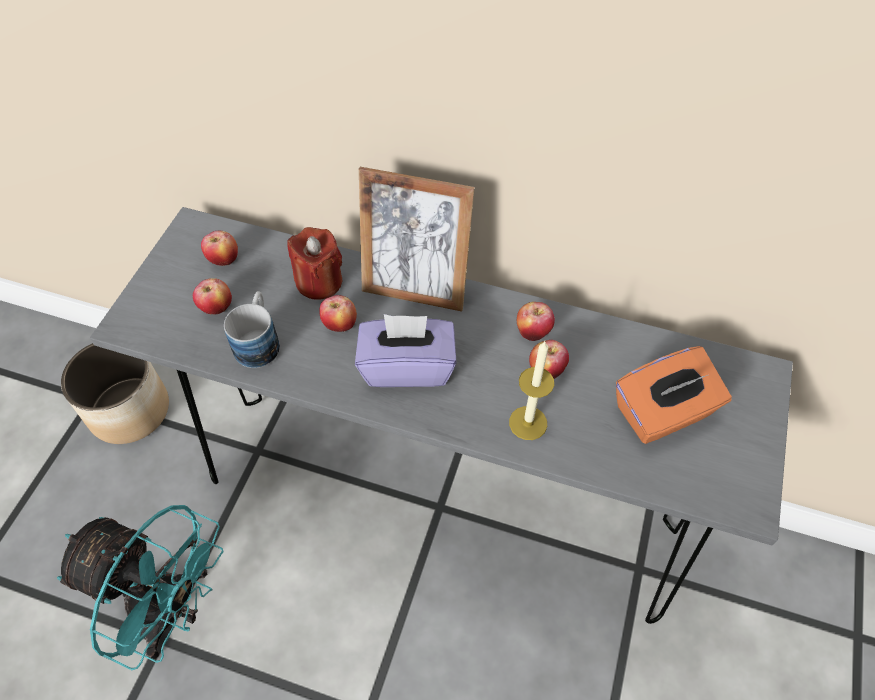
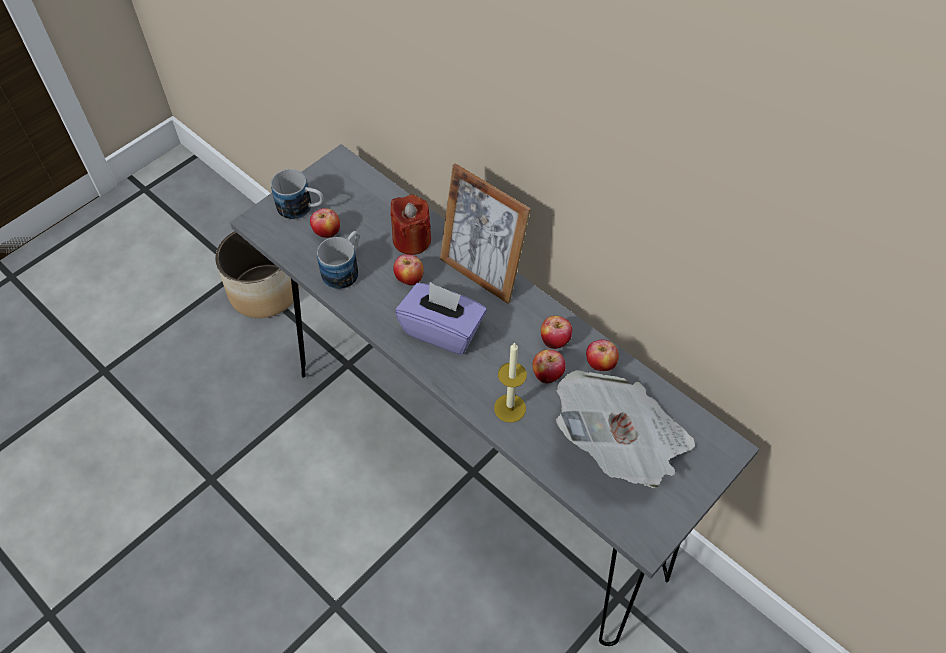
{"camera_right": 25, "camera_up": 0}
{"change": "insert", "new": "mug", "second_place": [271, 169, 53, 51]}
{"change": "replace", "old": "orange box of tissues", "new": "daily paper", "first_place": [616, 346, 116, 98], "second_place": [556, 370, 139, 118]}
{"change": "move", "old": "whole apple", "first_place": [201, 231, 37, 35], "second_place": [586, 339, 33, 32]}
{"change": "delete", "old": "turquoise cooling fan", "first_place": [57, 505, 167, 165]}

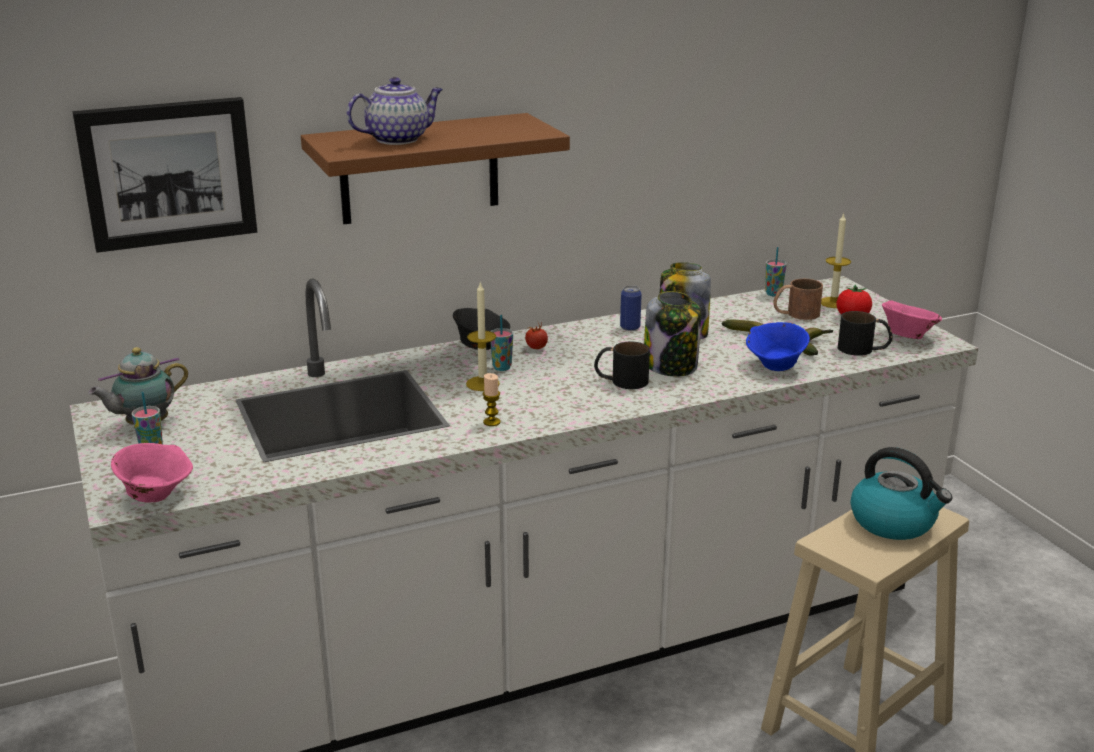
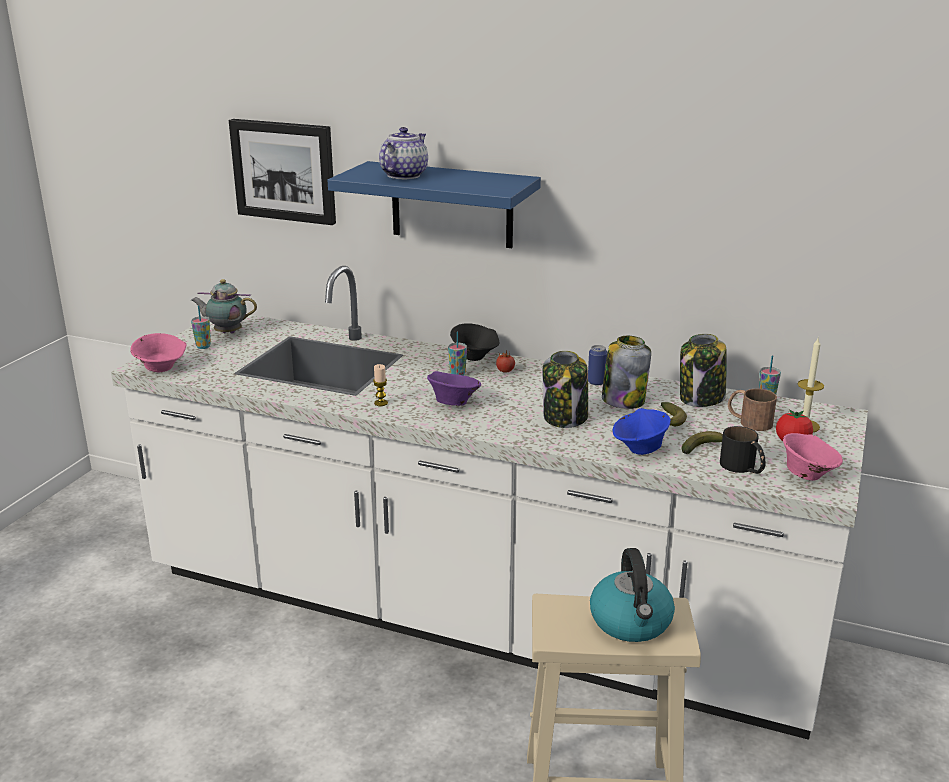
{"camera_right": 45, "camera_up": 0}
{"change": "recolor", "old": "brownish wall shelf", "new": "blue wall shelf", "first_place": [301, 113, 269, 111], "second_place": [328, 161, 213, 87]}
{"change": "rotate", "old": "teapot", "first_place": [346, 77, 97, 68], "second_place": [379, 127, 49, 52], "degrees": -75}
{"change": "insert", "new": "purple serving bowl", "second_place": [427, 371, 54, 35]}
{"change": "insert", "new": "jar", "second_place": [680, 334, 47, 73]}
{"change": "delete", "old": "wax light", "first_place": [466, 281, 34, 110]}
{"change": "delete", "old": "blackish mug", "first_place": [594, 341, 56, 48]}

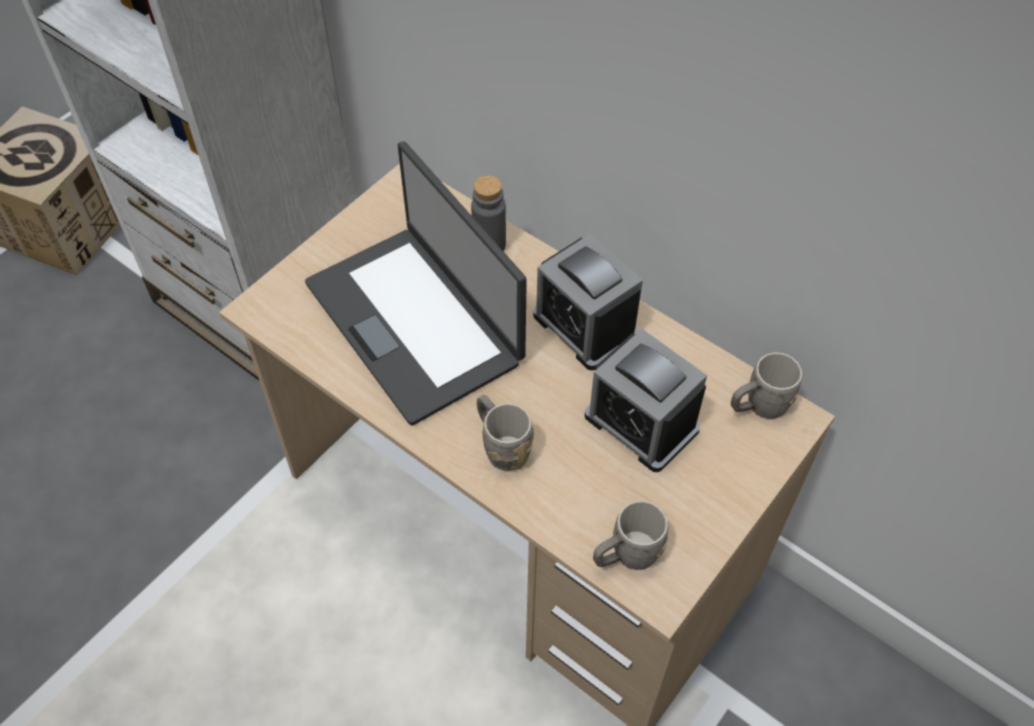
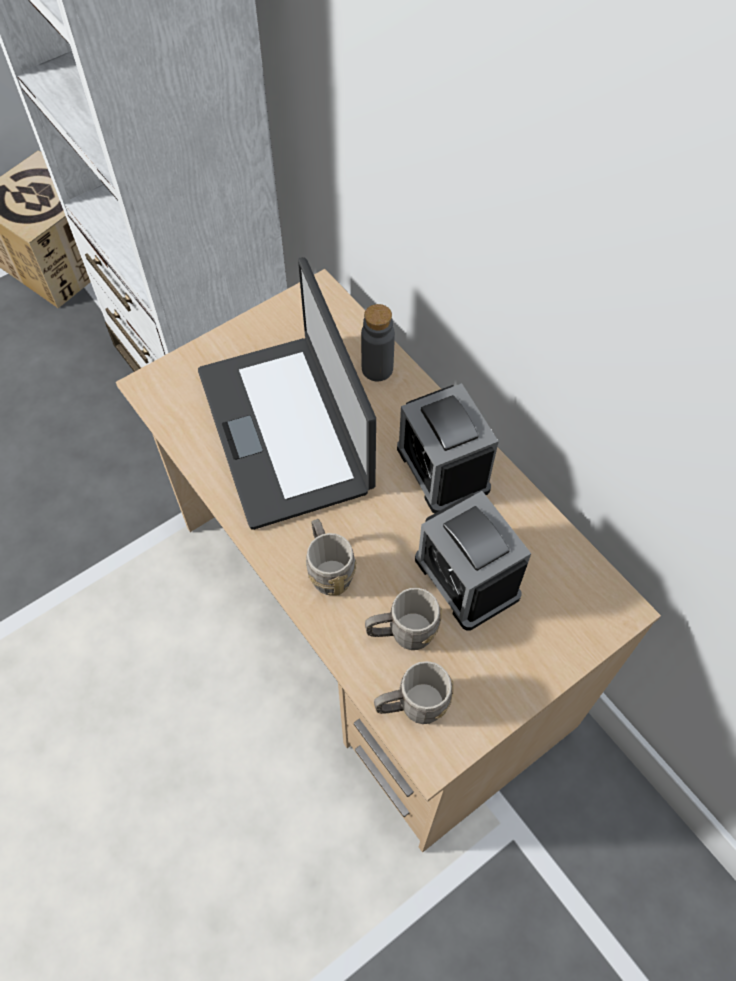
{"camera_right": 15, "camera_up": 5}
{"change": "move", "old": "grey mug", "first_place": [731, 353, 71, 66], "second_place": [365, 588, 77, 62]}

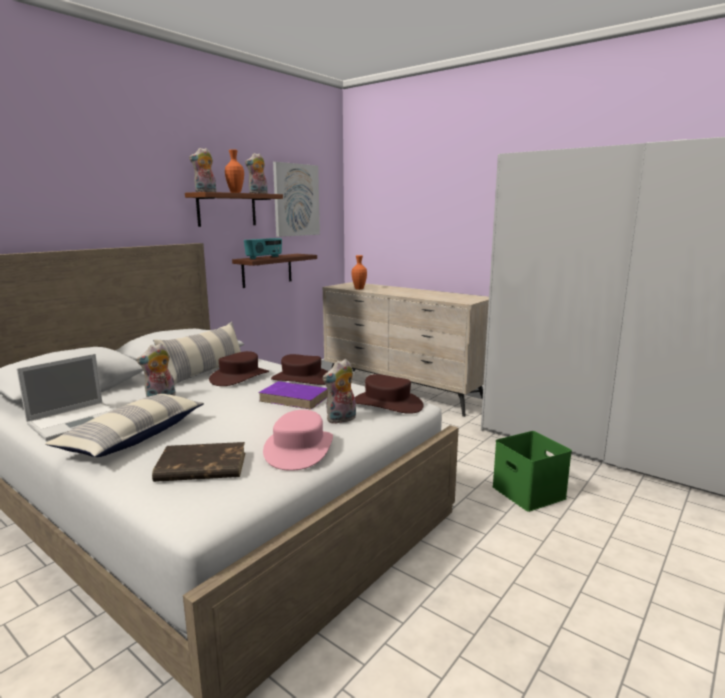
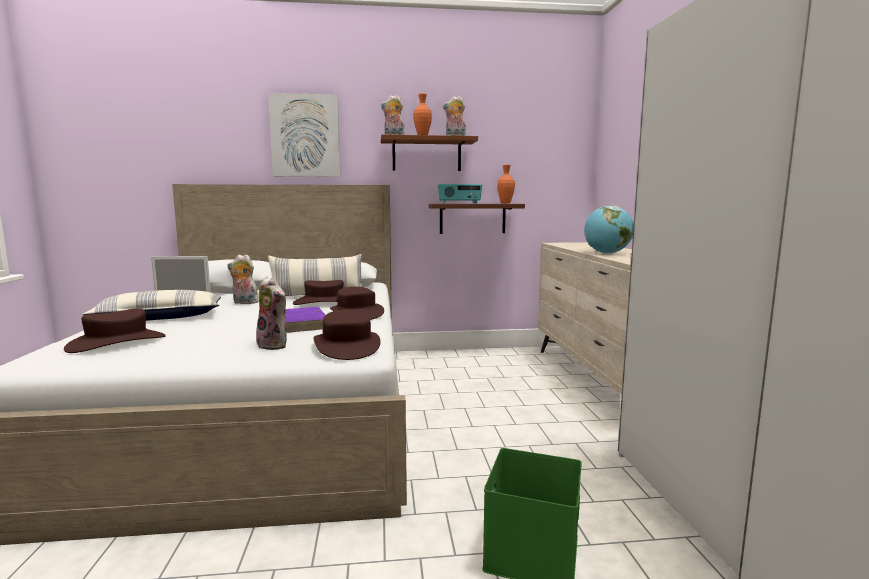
{"camera_right": 45, "camera_up": -5}
{"change": "replace", "old": "brownish bound book", "new": "brownish wearable hat", "first_place": [152, 442, 93, 40], "second_place": [64, 308, 102, 45]}
{"change": "rotate", "old": "soft toy", "first_place": [322, 359, 34, 65], "second_place": [256, 277, 31, 73], "degrees": -150}
{"change": "move", "old": "wall art", "first_place": [273, 162, 47, 75], "second_place": [268, 93, 73, 84]}
{"change": "move", "old": "orange decorative vase", "first_place": [351, 255, 16, 35], "second_place": [497, 165, 18, 39]}
{"change": "insert", "new": "world globe", "second_place": [584, 206, 50, 48]}
{"change": "delete", "old": "pink-coloured wearable hat", "first_place": [263, 410, 70, 61]}

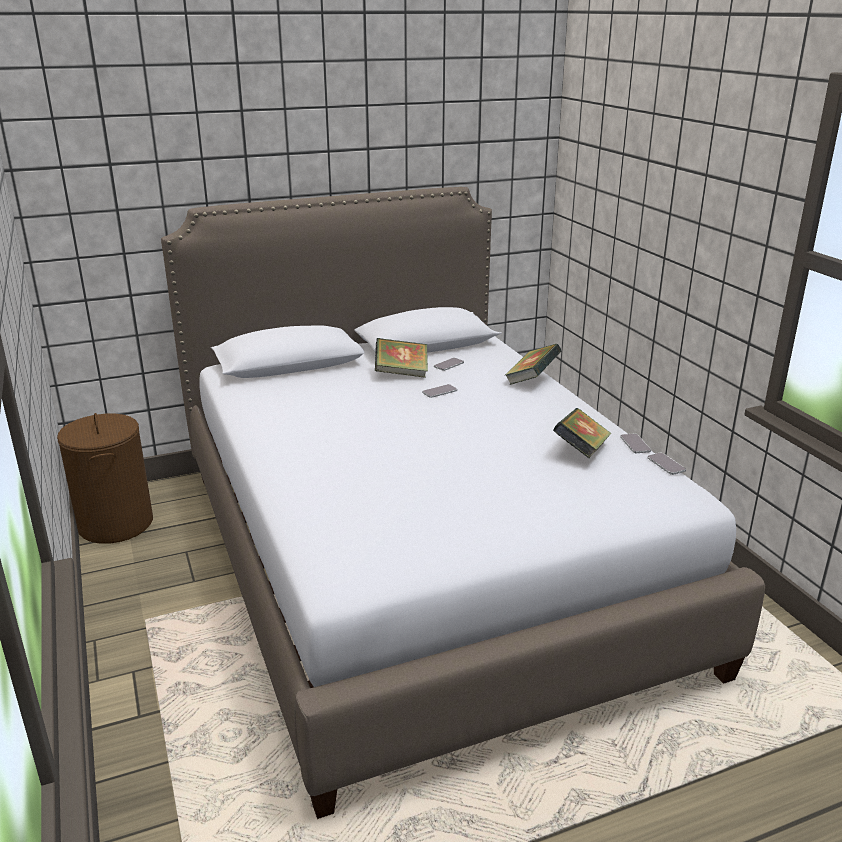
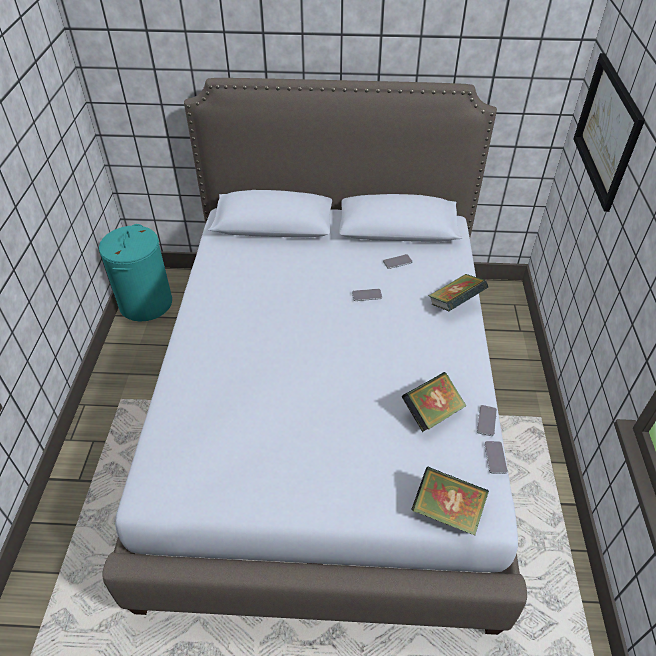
{"camera_right": 25, "camera_up": 20}
{"change": "recolor", "old": "brownish laundry basket", "new": "turquoise laundry basket", "first_place": [57, 413, 96, 131], "second_place": [99, 224, 73, 98]}
{"change": "move", "old": "bound book", "first_place": [375, 338, 53, 40], "second_place": [411, 466, 78, 69]}
{"change": "insert", "new": "wall art", "second_place": [573, 53, 72, 159]}

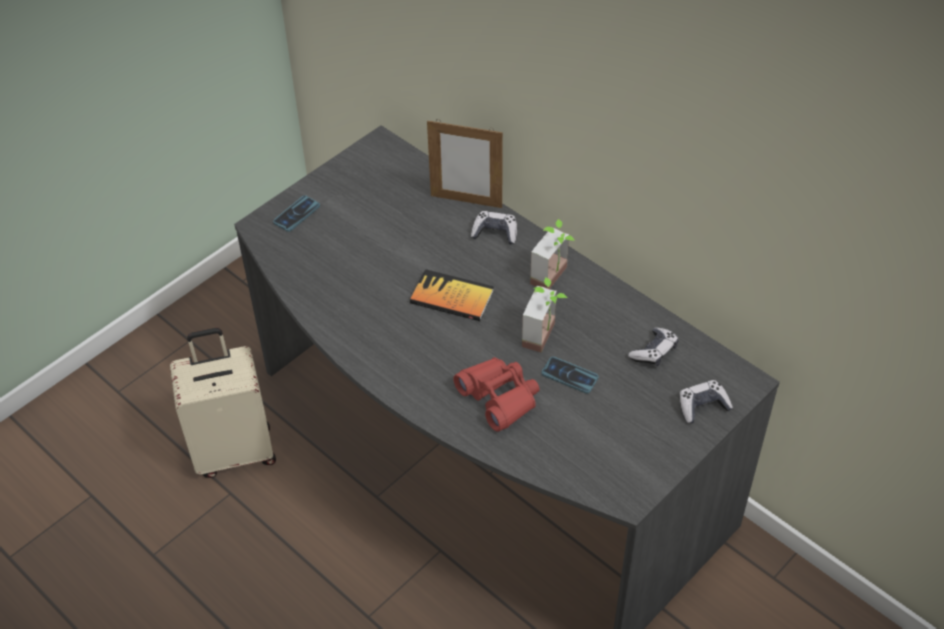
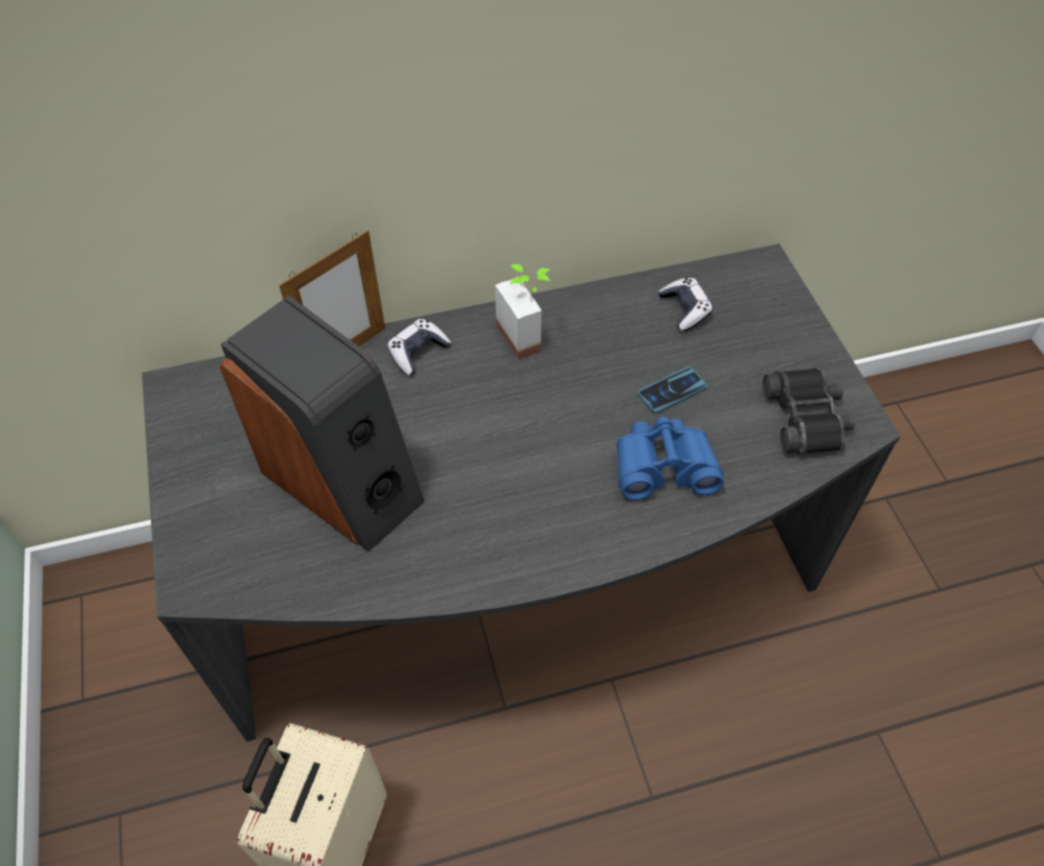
{"camera_right": -60, "camera_up": 5}
{"change": "insert", "new": "speaker", "second_place": [219, 296, 206, 256]}
{"change": "recolor", "old": "red-coloured pair of binoculars", "new": "blue pair of binoculars", "first_place": [453, 357, 86, 75], "second_place": [616, 417, 108, 83]}
{"change": "insert", "new": "blackish pair of binoculars", "second_place": [763, 368, 92, 87]}
{"change": "delete", "old": "handset", "first_place": [273, 195, 47, 37]}
{"change": "delete", "old": "bound book", "first_place": [410, 269, 84, 52]}
{"change": "delete", "old": "plant in a pot", "first_place": [522, 277, 45, 75]}
{"change": "delete", "old": "game controller", "first_place": [679, 380, 54, 43]}

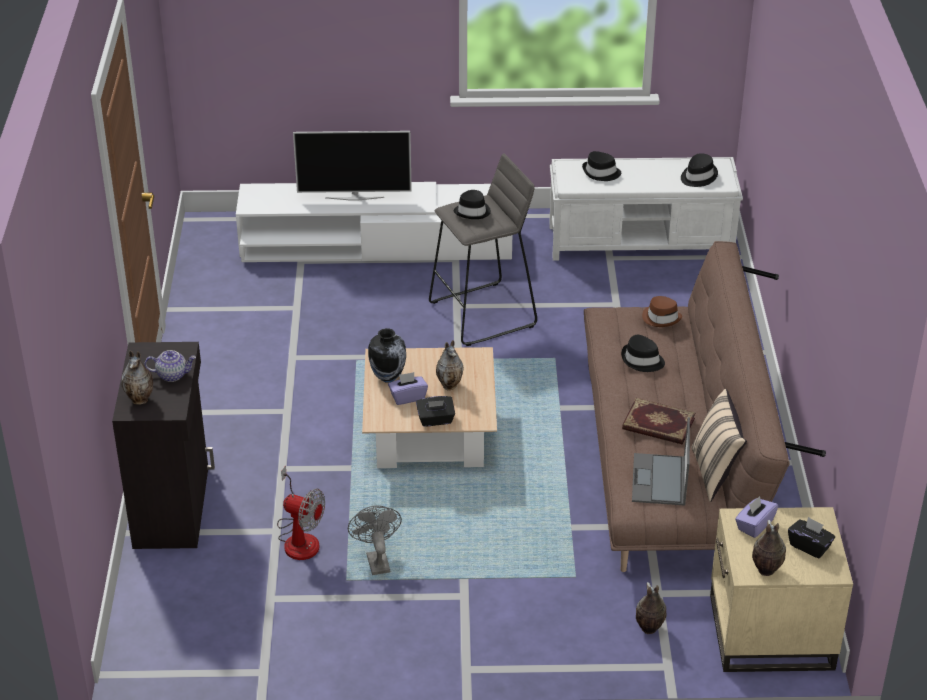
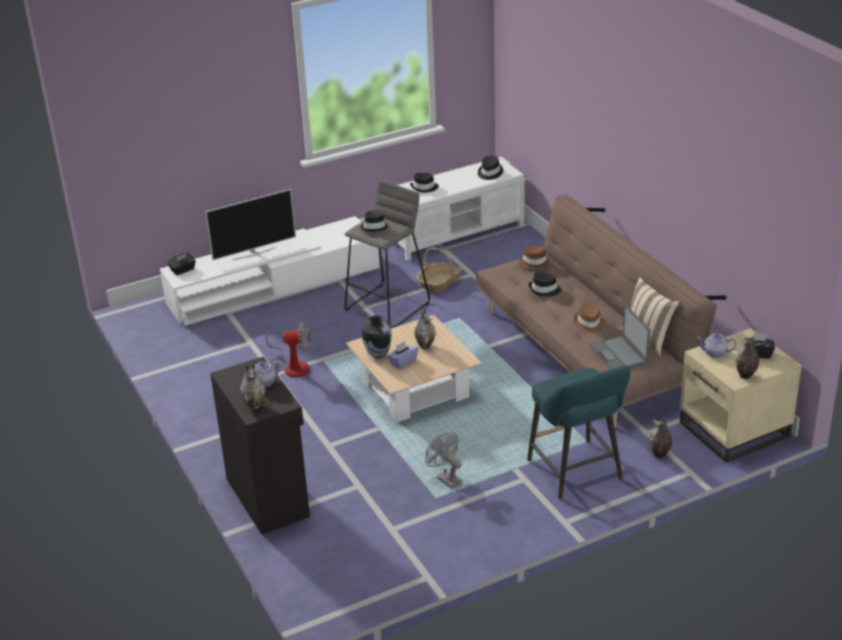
{"camera_right": -25, "camera_up": -5}
{"change": "move", "old": "blackish box of tissues", "first_place": [416, 396, 39, 31], "second_place": [167, 252, 29, 23]}
{"change": "move", "old": "cooling fan", "first_place": [277, 466, 48, 94], "second_place": [260, 321, 50, 56]}
{"change": "insert", "new": "storage basket", "second_place": [417, 248, 45, 45]}
{"change": "insert", "new": "turquoise sitting stool", "second_place": [527, 365, 103, 135]}
{"change": "replace", "old": "bound book", "new": "brownish wearable hat", "first_place": [622, 398, 74, 47], "second_place": [574, 302, 30, 31]}
{"change": "replace", "old": "purple box of tissues", "new": "teapot", "first_place": [735, 496, 43, 42], "second_place": [697, 333, 39, 25]}

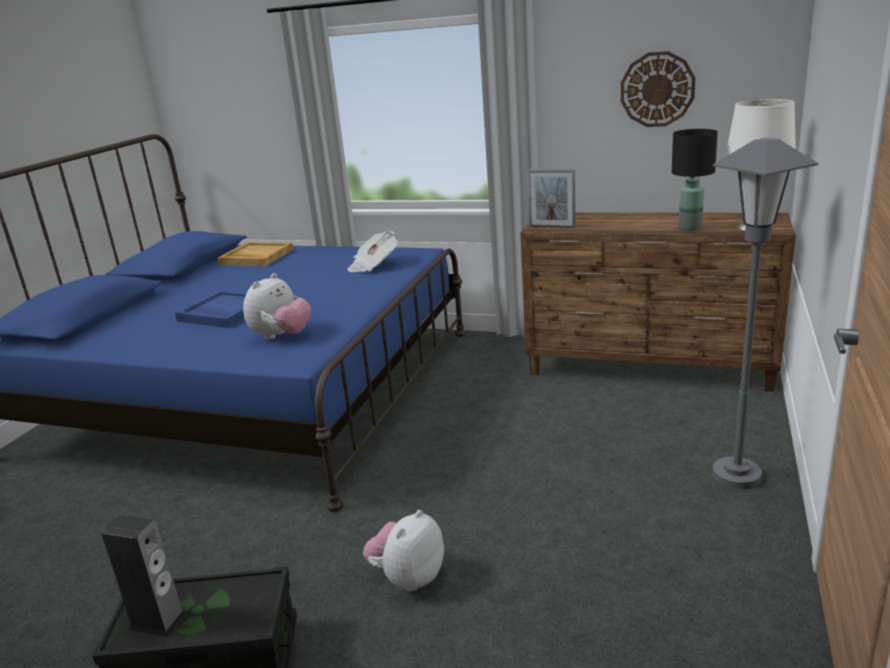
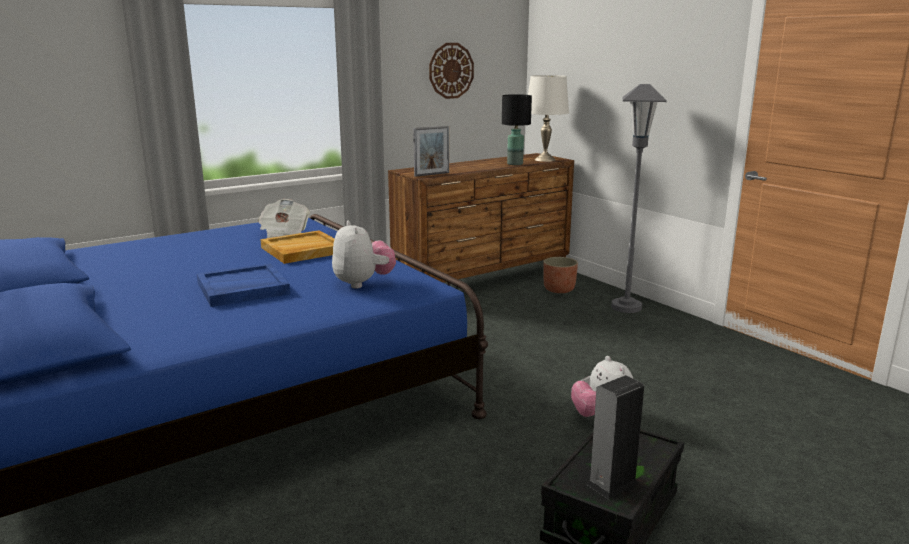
{"camera_right": -55, "camera_up": -5}
{"change": "move", "old": "beige tray", "first_place": [218, 242, 75, 25], "second_place": [260, 230, 75, 34]}
{"change": "insert", "new": "plant pot", "second_place": [543, 257, 35, 36]}

